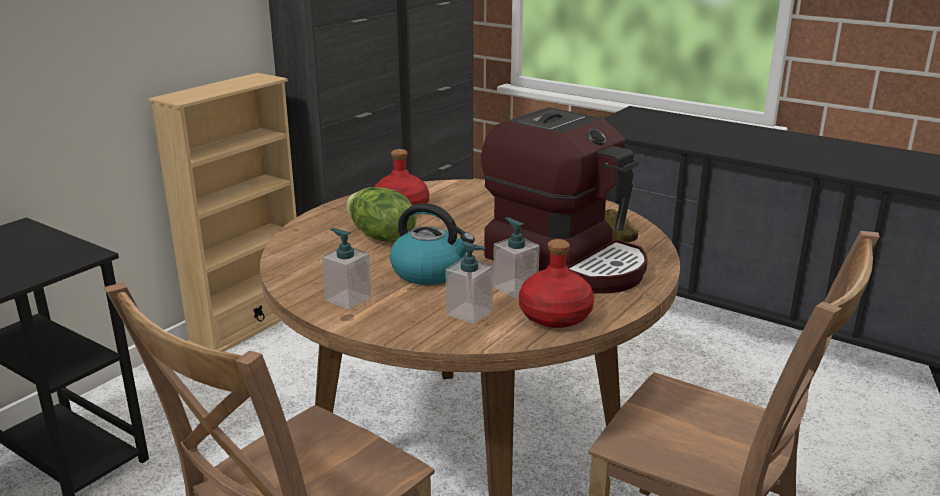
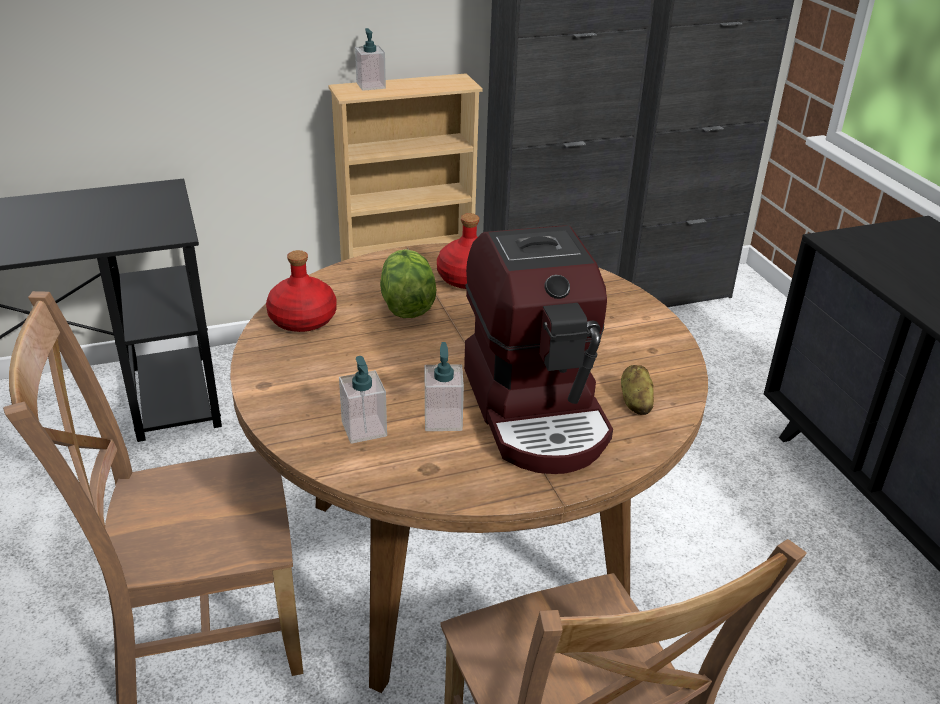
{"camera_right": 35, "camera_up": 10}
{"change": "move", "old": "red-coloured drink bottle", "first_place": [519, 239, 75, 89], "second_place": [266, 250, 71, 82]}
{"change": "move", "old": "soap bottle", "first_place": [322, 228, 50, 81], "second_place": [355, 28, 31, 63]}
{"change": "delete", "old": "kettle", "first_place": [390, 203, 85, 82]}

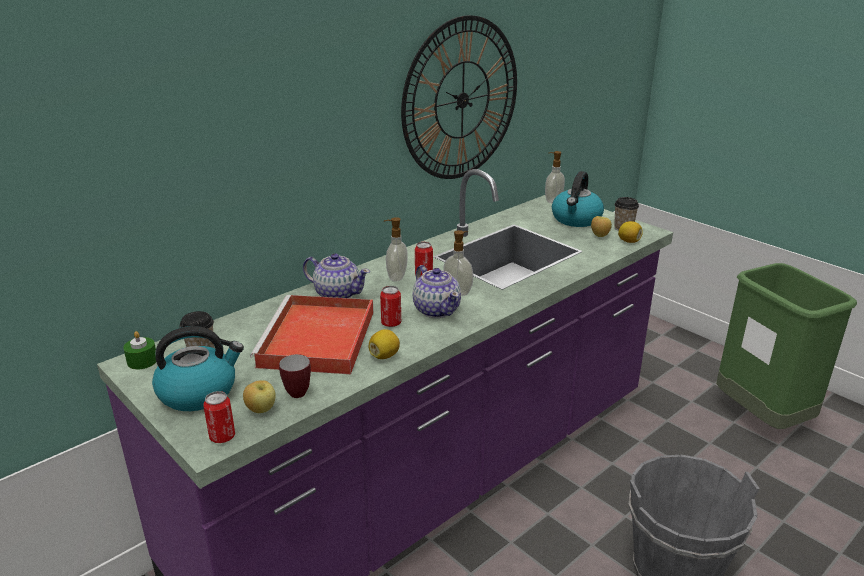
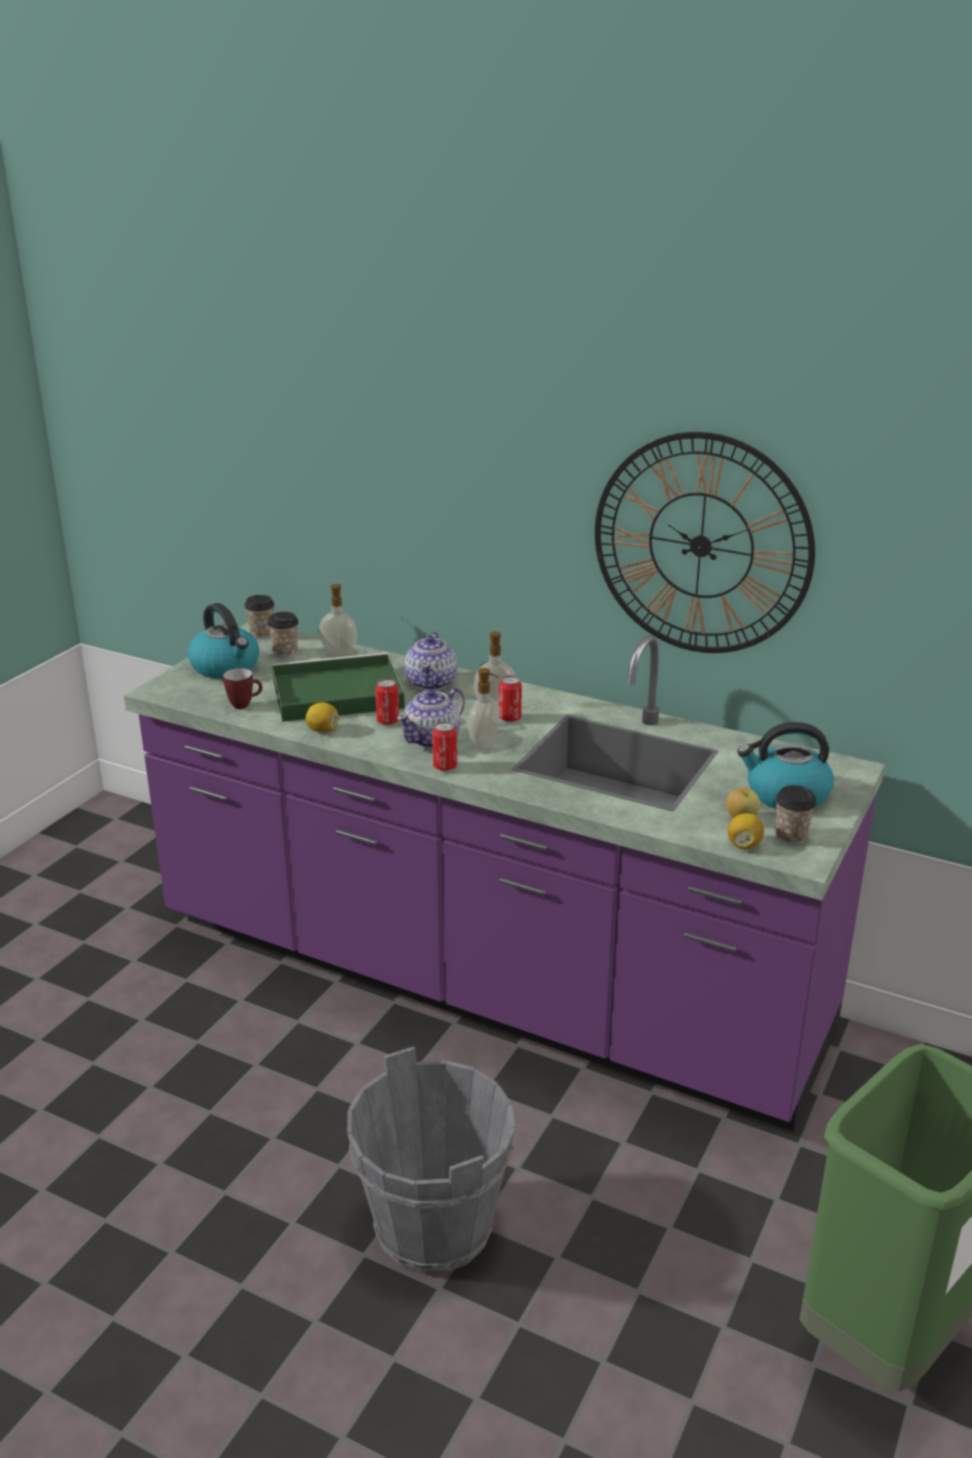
{"camera_right": 70, "camera_up": 0}
{"change": "replace", "old": "green wax light", "new": "drinking cup", "first_place": [123, 331, 33, 39], "second_place": [244, 595, 31, 44]}
{"change": "recolor", "old": "red-coloured tray", "new": "green tray", "first_place": [250, 295, 123, 79], "second_place": [272, 652, 133, 70]}
{"change": "move", "old": "soap bottle", "first_place": [545, 151, 20, 52], "second_place": [319, 584, 39, 71]}
{"change": "move", "old": "can", "first_place": [203, 391, 32, 52], "second_place": [432, 721, 25, 50]}
{"change": "delete", "old": "whole apple", "first_place": [243, 380, 33, 33]}

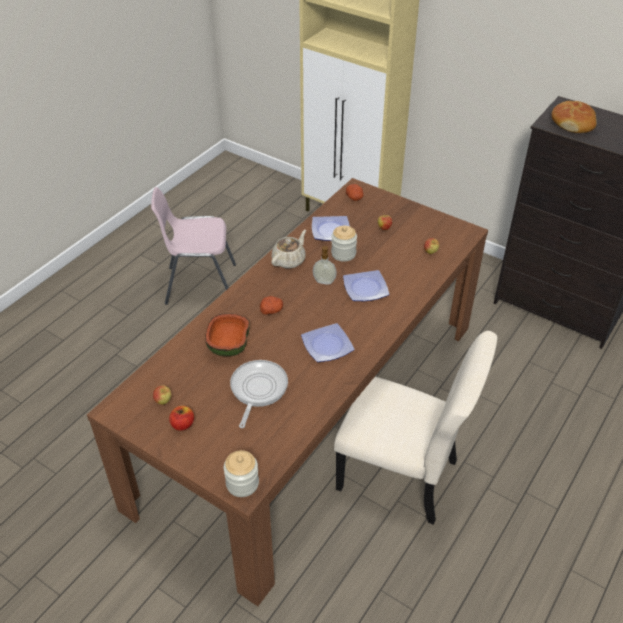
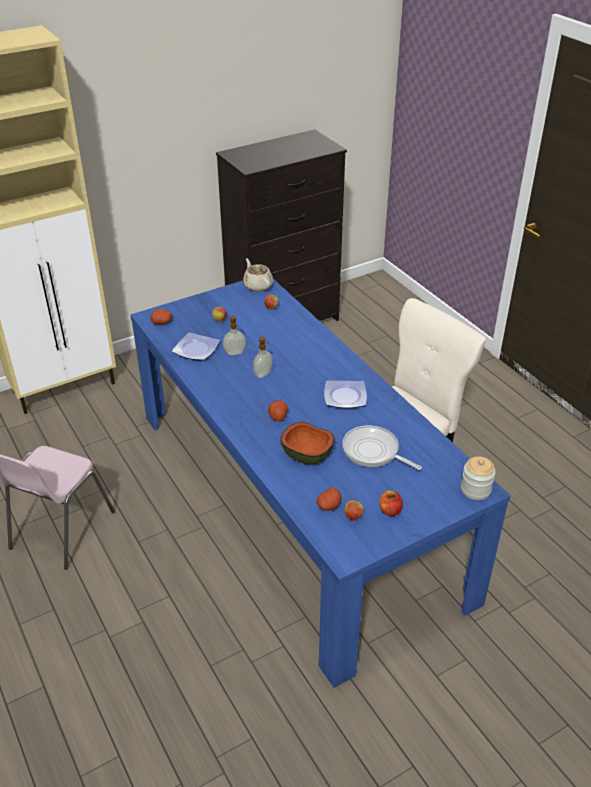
{"camera_right": -65, "camera_up": -5}
{"change": "recolor", "old": "brownish dinner table", "new": "blue dinner table", "first_place": [87, 178, 401, 428], "second_place": [130, 279, 380, 409]}
{"change": "replace", "old": "jar", "new": "soap bottle", "first_place": [331, 226, 26, 36], "second_place": [223, 315, 23, 40]}
{"change": "move", "old": "beige teapot", "first_place": [271, 230, 35, 39], "second_place": [243, 258, 30, 34]}
{"change": "insert", "new": "spud", "second_place": [317, 487, 25, 24]}
{"change": "delete", "old": "plate", "first_place": [343, 270, 46, 31]}
{"change": "delete", "old": "bread", "first_place": [551, 101, 46, 32]}

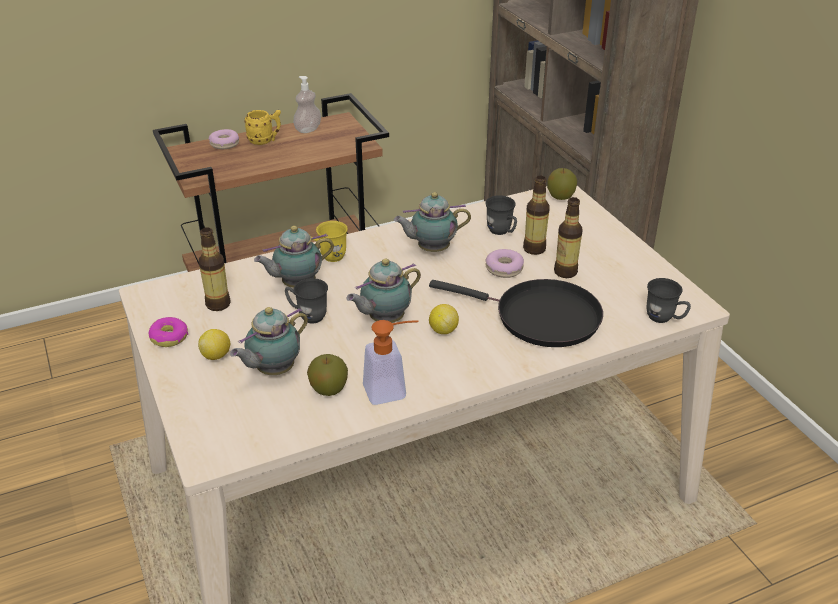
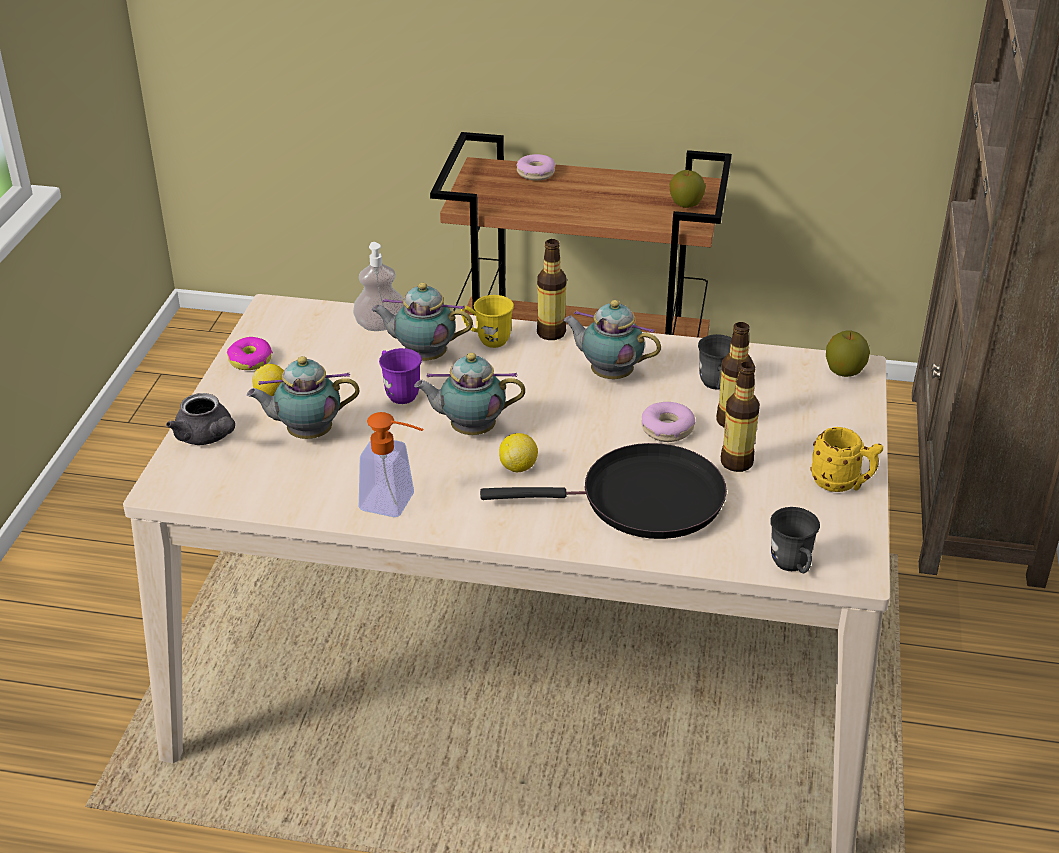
{"camera_right": 35, "camera_up": 0}
{"change": "insert", "new": "grey teapot", "second_place": [166, 393, 69, 52]}
{"change": "move", "old": "soap bottle", "first_place": [293, 76, 28, 57], "second_place": [353, 242, 51, 89]}
{"change": "recolor", "old": "grey mug", "new": "purple mug", "first_place": [285, 278, 43, 45], "second_place": [379, 348, 43, 56]}
{"change": "rotate", "old": "blackish pan", "first_place": [429, 279, 174, 68], "second_place": [480, 443, 247, 96], "degrees": -60}
{"change": "move", "old": "drink bottle", "first_place": [199, 227, 32, 84], "second_place": [537, 239, 30, 101]}
{"change": "move", "old": "whole apple", "first_place": [307, 354, 41, 42], "second_place": [669, 170, 37, 38]}
{"change": "move", "old": "yellow-coloured mug", "first_place": [244, 110, 37, 35], "second_place": [810, 427, 73, 65]}

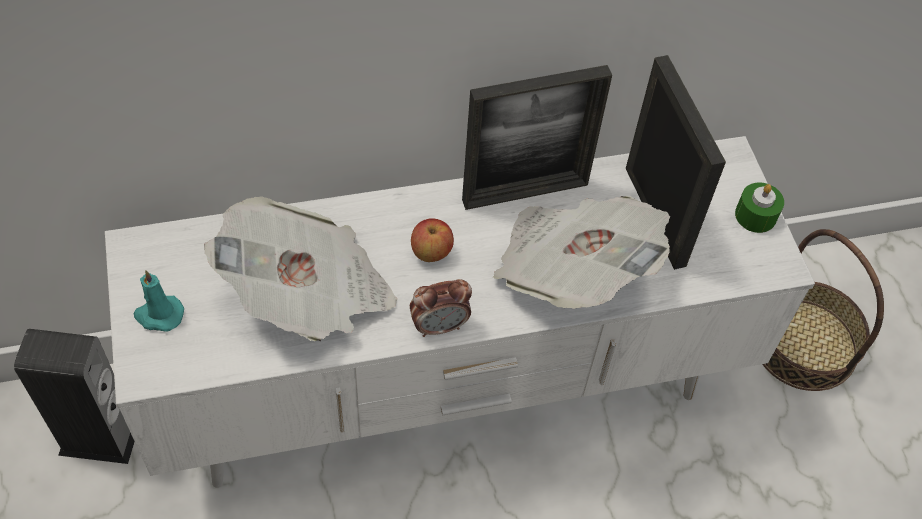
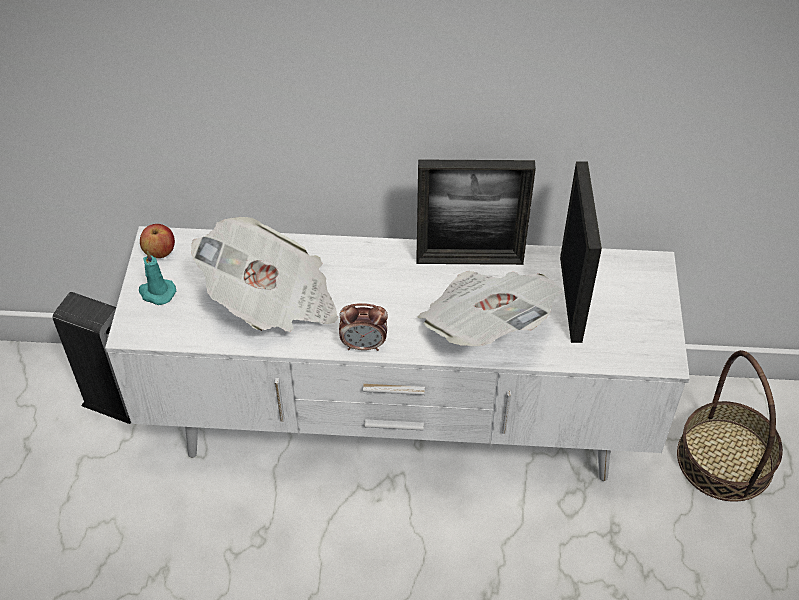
{"camera_right": 20, "camera_up": -5}
{"change": "move", "old": "whole apple", "first_place": [411, 218, 43, 44], "second_place": [140, 224, 35, 34]}
{"change": "delete", "old": "green wax light", "first_place": [735, 183, 49, 50]}

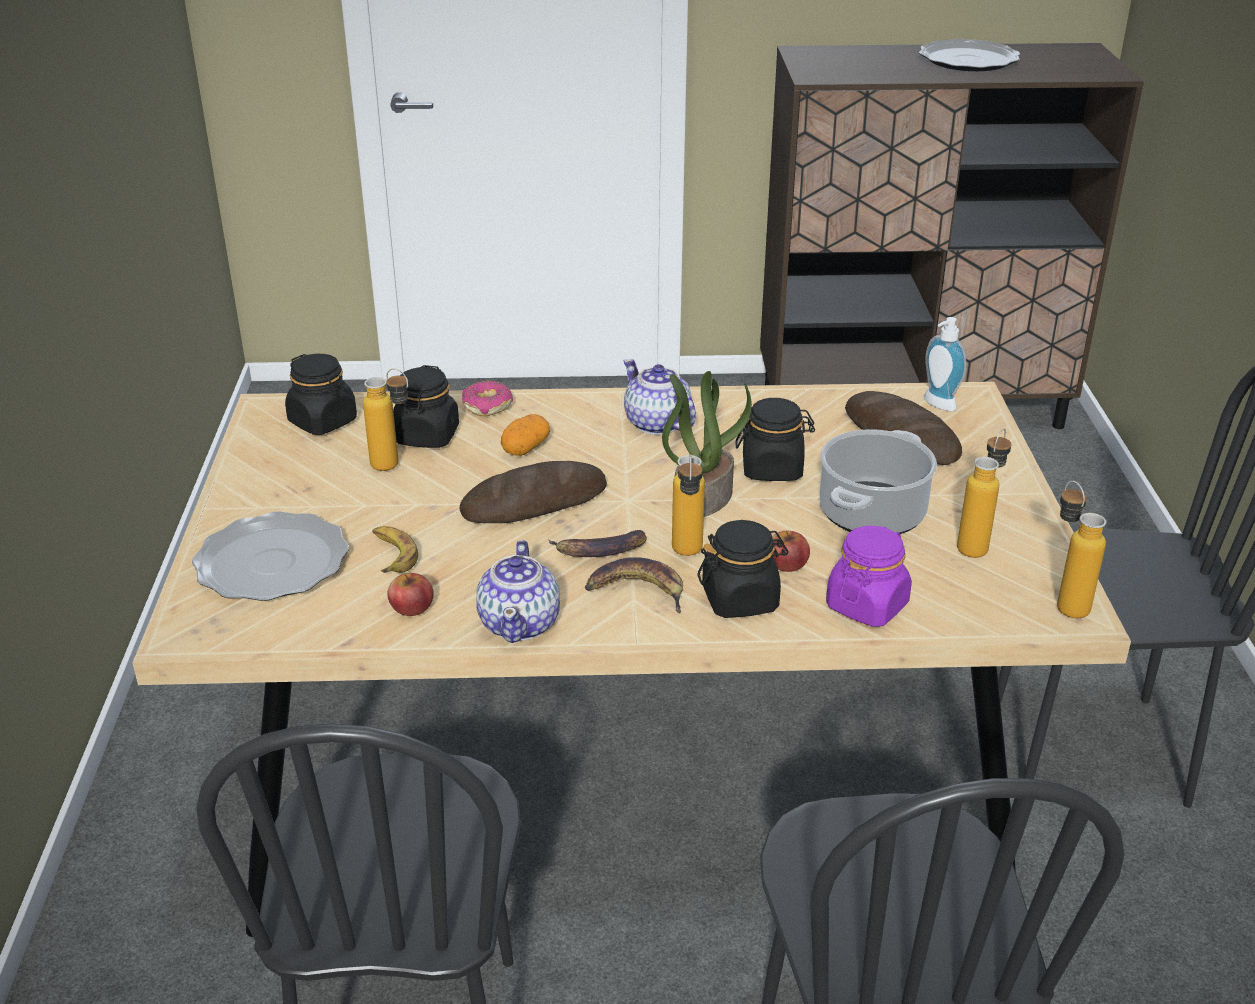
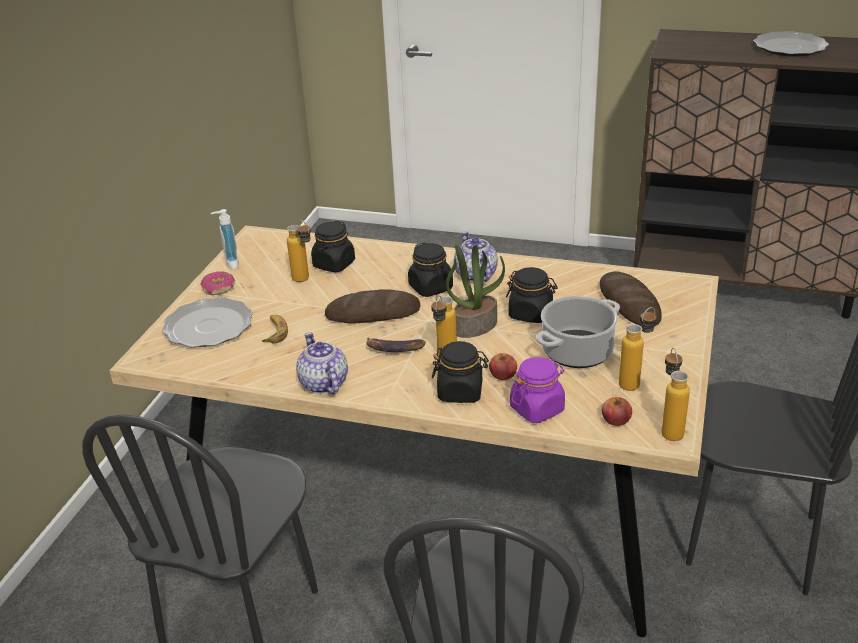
{"camera_right": 20, "camera_up": 0}
{"change": "move", "old": "doughnut", "first_place": [462, 381, 51, 35], "second_place": [200, 271, 35, 24]}
{"change": "move", "old": "soap bottle", "first_place": [924, 317, 43, 94], "second_place": [211, 209, 28, 60]}
{"change": "rotate", "old": "teapot", "first_place": [476, 540, 84, 103], "second_place": [296, 332, 52, 62], "degrees": 135}
{"change": "move", "old": "blackish jar", "first_place": [285, 354, 72, 81], "second_place": [408, 242, 45, 55]}
{"change": "move", "old": "whole apple", "first_place": [387, 573, 47, 43], "second_place": [602, 397, 30, 29]}
{"change": "delete", "old": "spud", "first_place": [501, 414, 49, 42]}
{"change": "delete", "old": "whole banana", "first_place": [585, 557, 98, 56]}

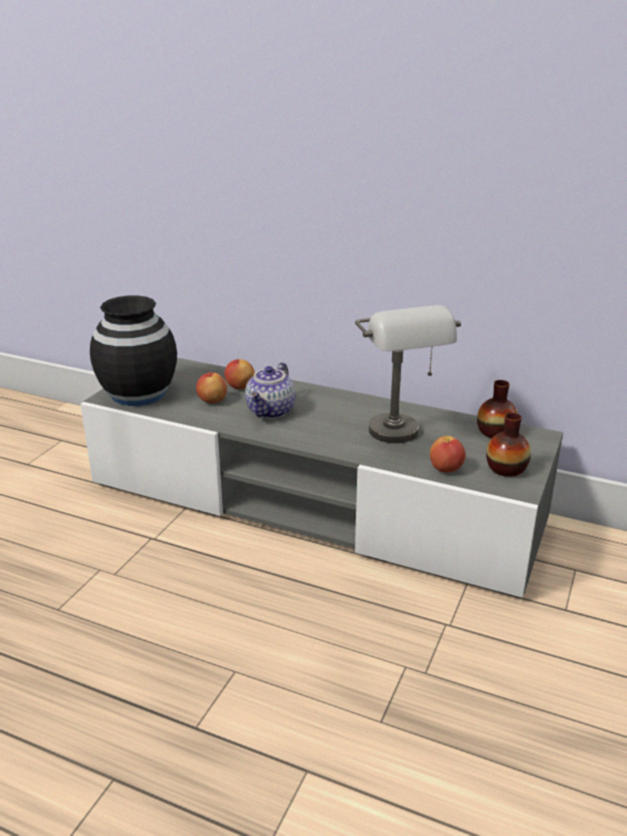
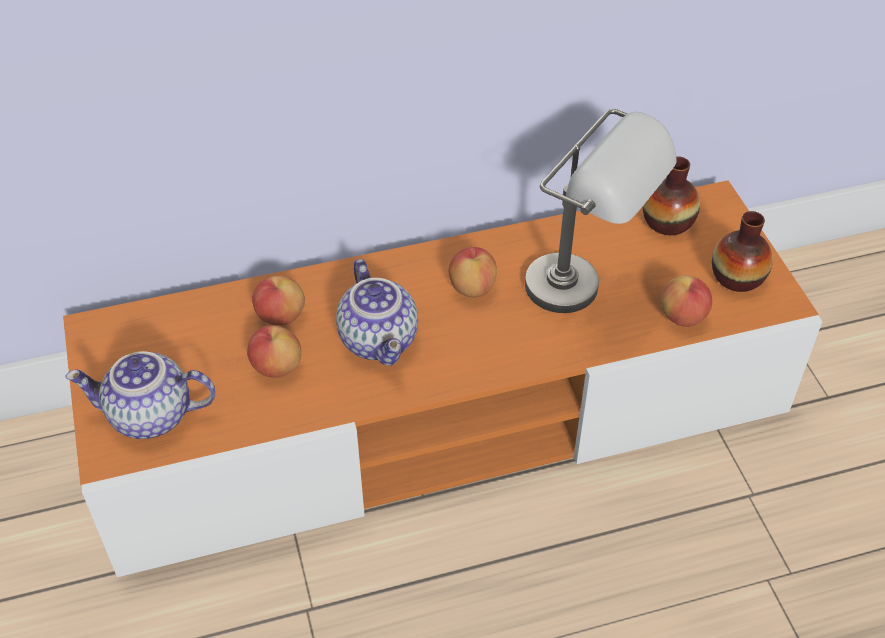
{"camera_right": -40, "camera_up": 20}
{"change": "recolor", "old": "grey tv stand", "new": "orange tv stand", "first_place": [80, 358, 483, 240], "second_place": [63, 180, 759, 397]}
{"change": "replace", "old": "blackish decorative vase", "new": "teapot", "first_place": [90, 296, 87, 110], "second_place": [65, 351, 150, 88]}
{"change": "insert", "new": "whole apple", "second_place": [449, 247, 48, 50]}

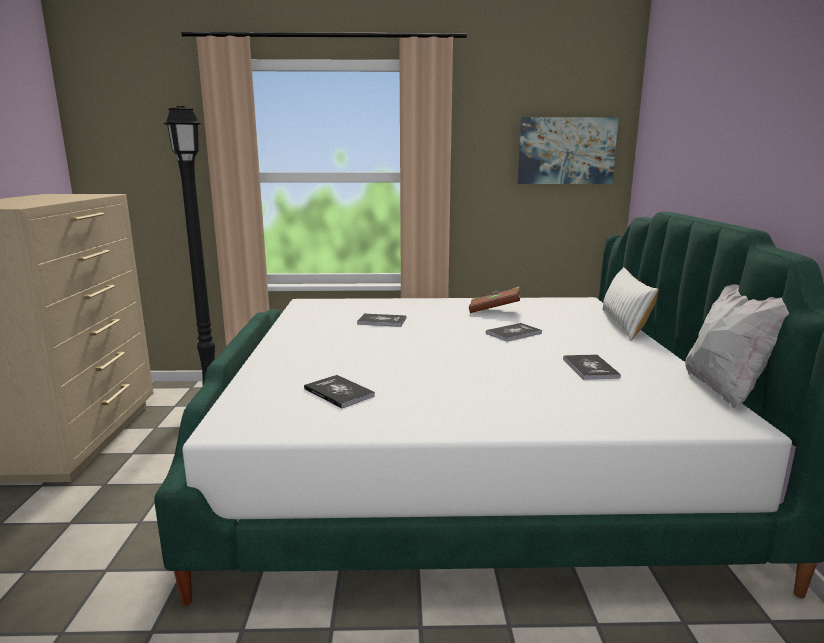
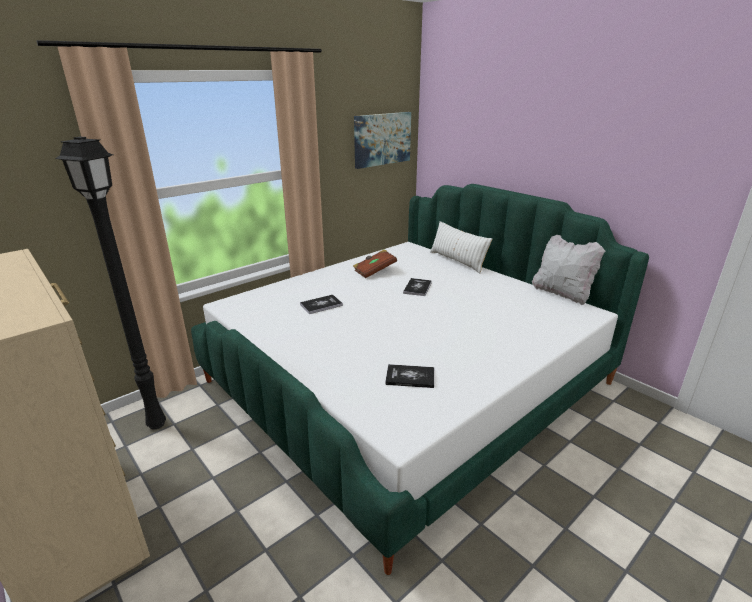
{"camera_right": -40, "camera_up": 10}
{"change": "delete", "old": "bound book", "first_place": [563, 354, 58, 26]}

